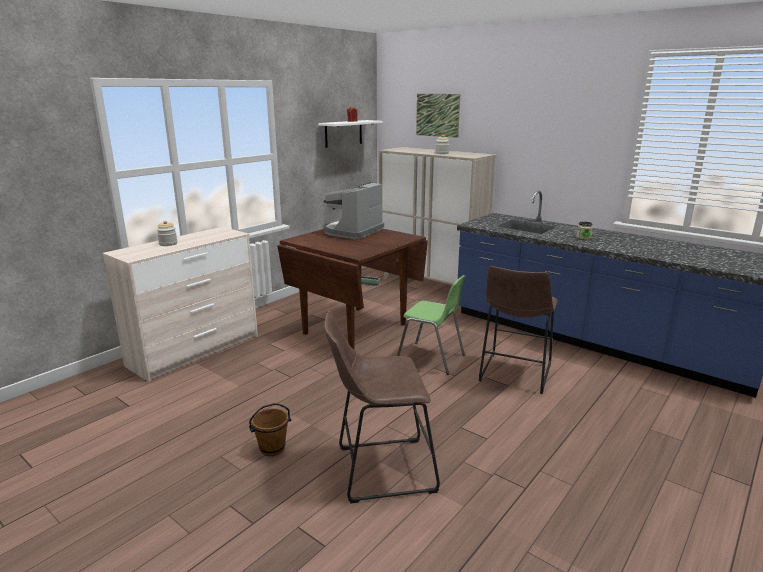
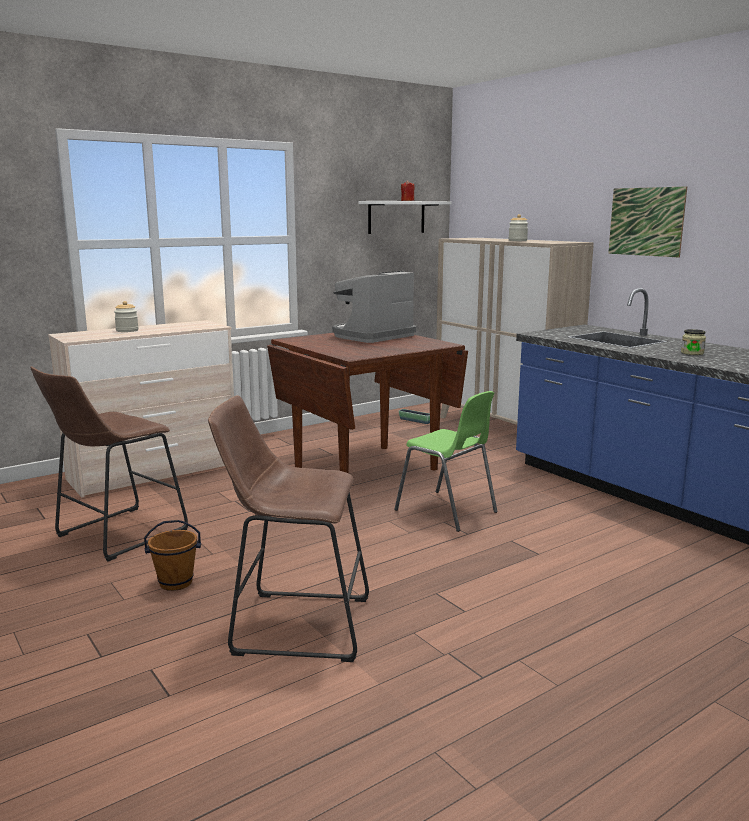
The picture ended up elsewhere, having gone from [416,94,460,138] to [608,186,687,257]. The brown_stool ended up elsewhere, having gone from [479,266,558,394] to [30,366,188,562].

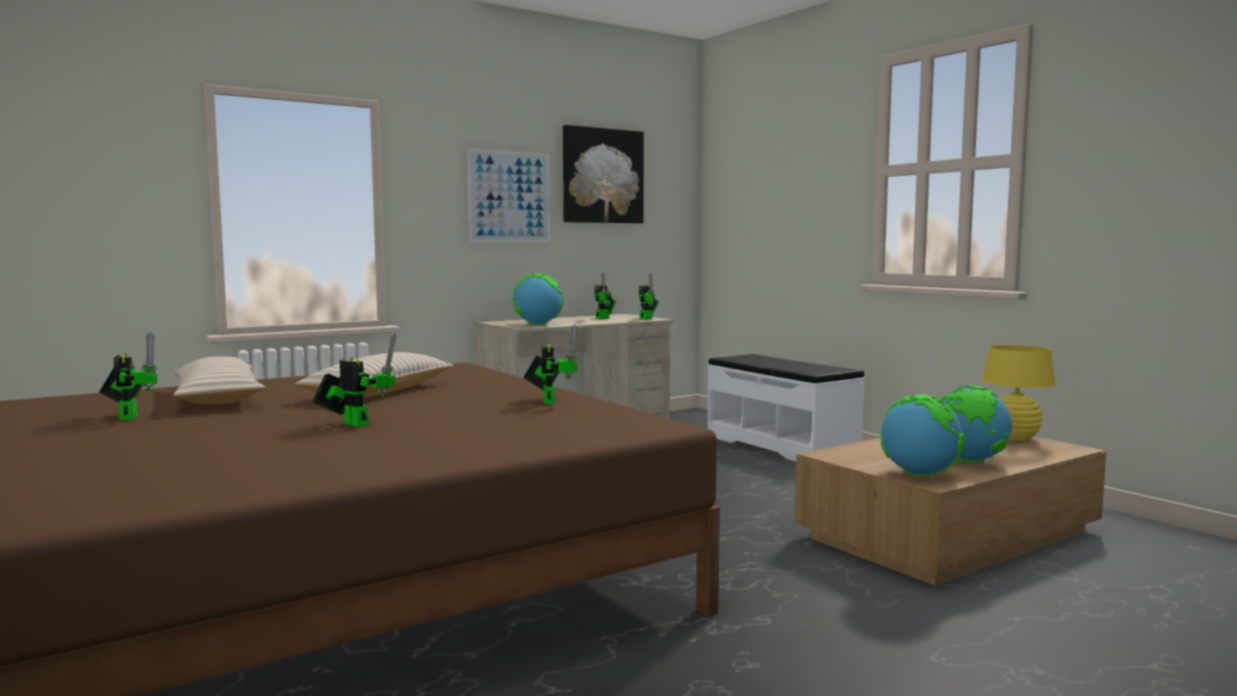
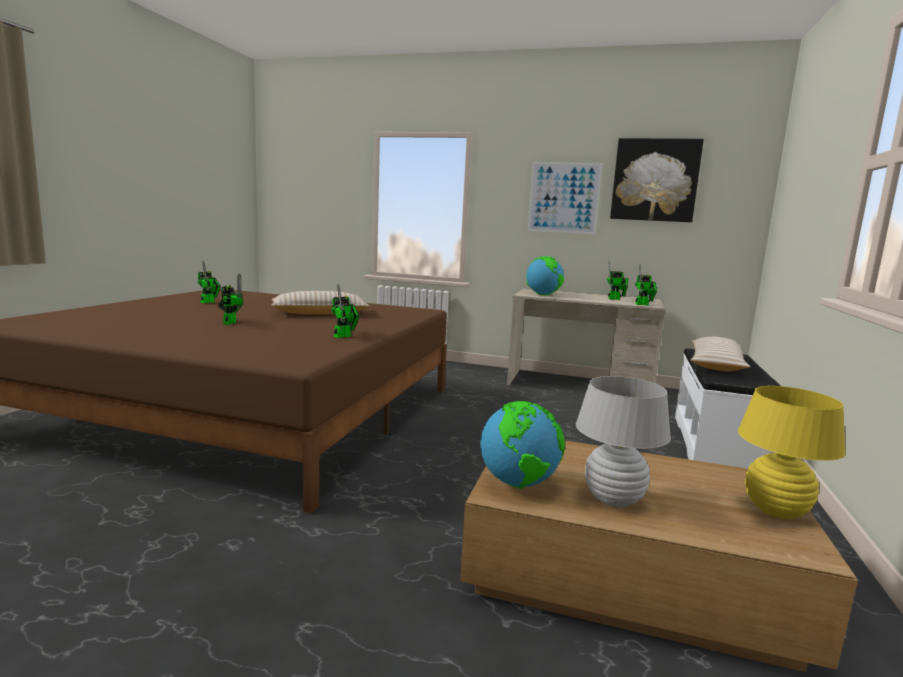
The beige_pillow ended up elsewhere, having gone from [173,357,265,404] to [691,337,750,371]. Where the globe stood at [942,386,1012,462], the white_table_lamp came to stand at [576,376,671,507].

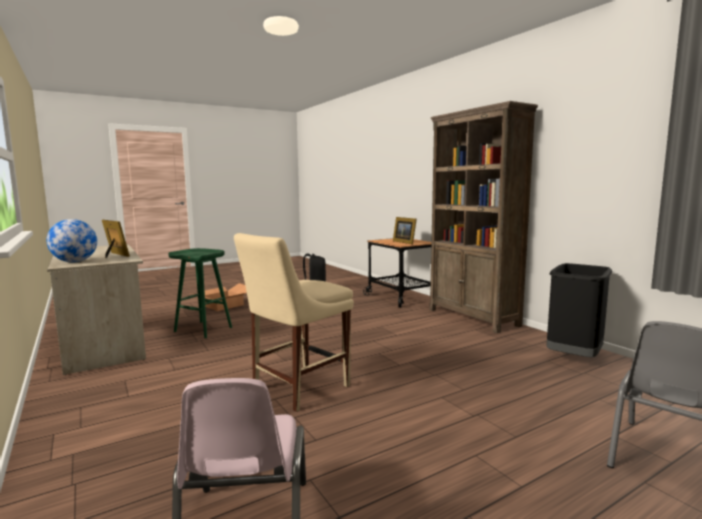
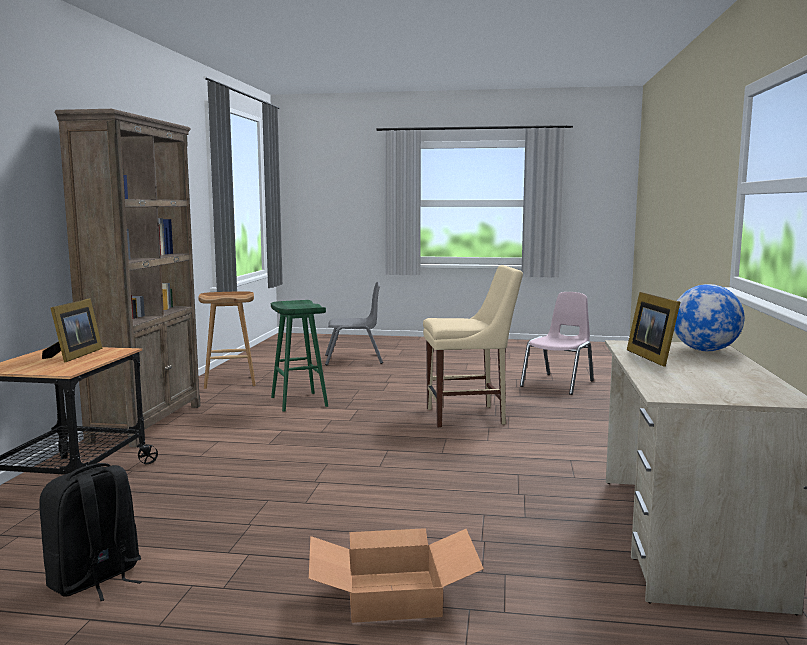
The green_stool ended up elsewhere, having gone from [168,248,232,338] to [271,300,328,412]. Where the black_trash_can stood at [546,263,612,357], the brown_stool came to stand at [198,291,256,389].

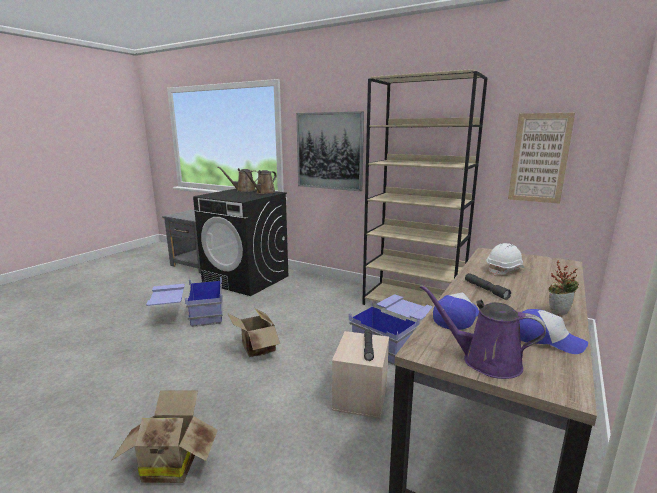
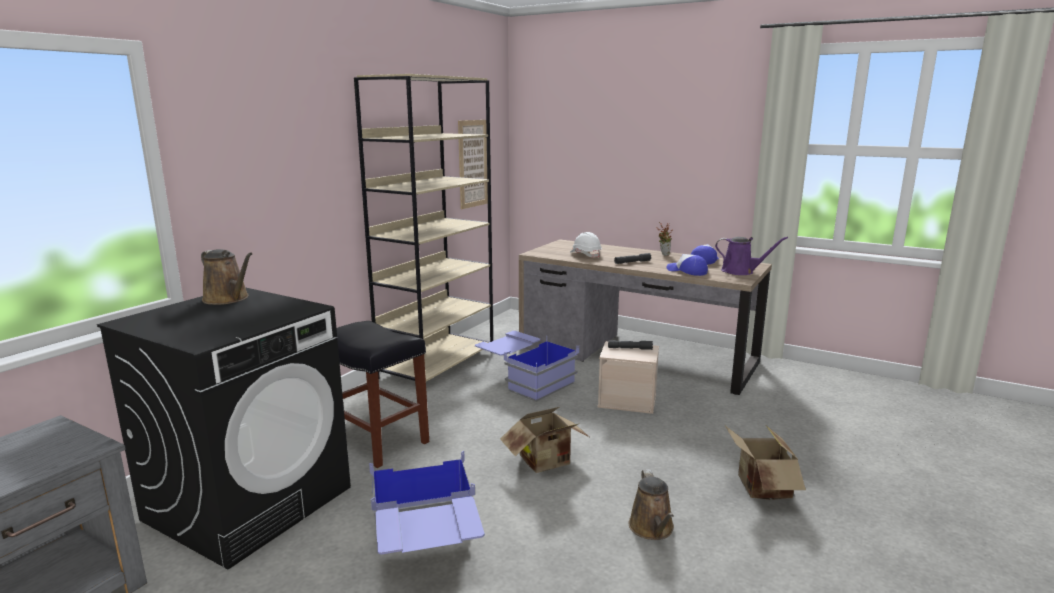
The second view lost the picture at [296,111,364,191]. The second view gained the black_stool at [336,321,429,468]. The brown_watering_can ended up elsewhere, having gone from [217,167,259,192] to [629,469,674,540]. The purple_watering_can at [420,285,546,379] ended up facing another way, 90 degrees counterclockwise from before.

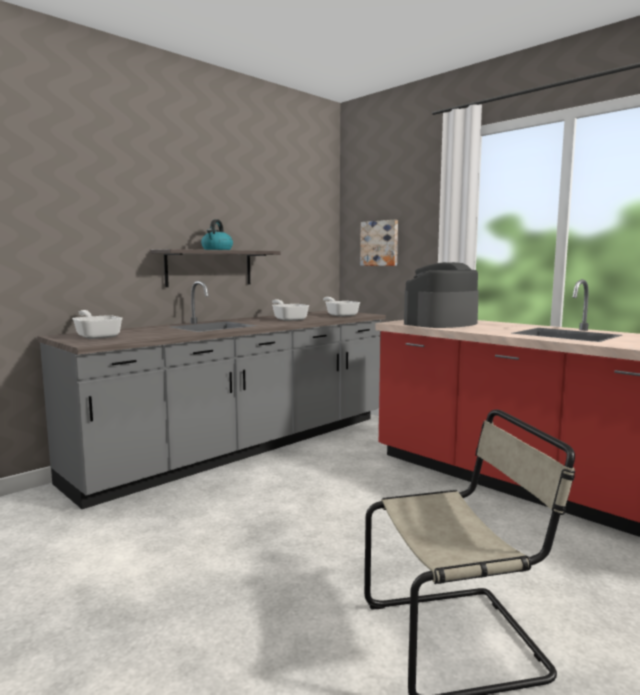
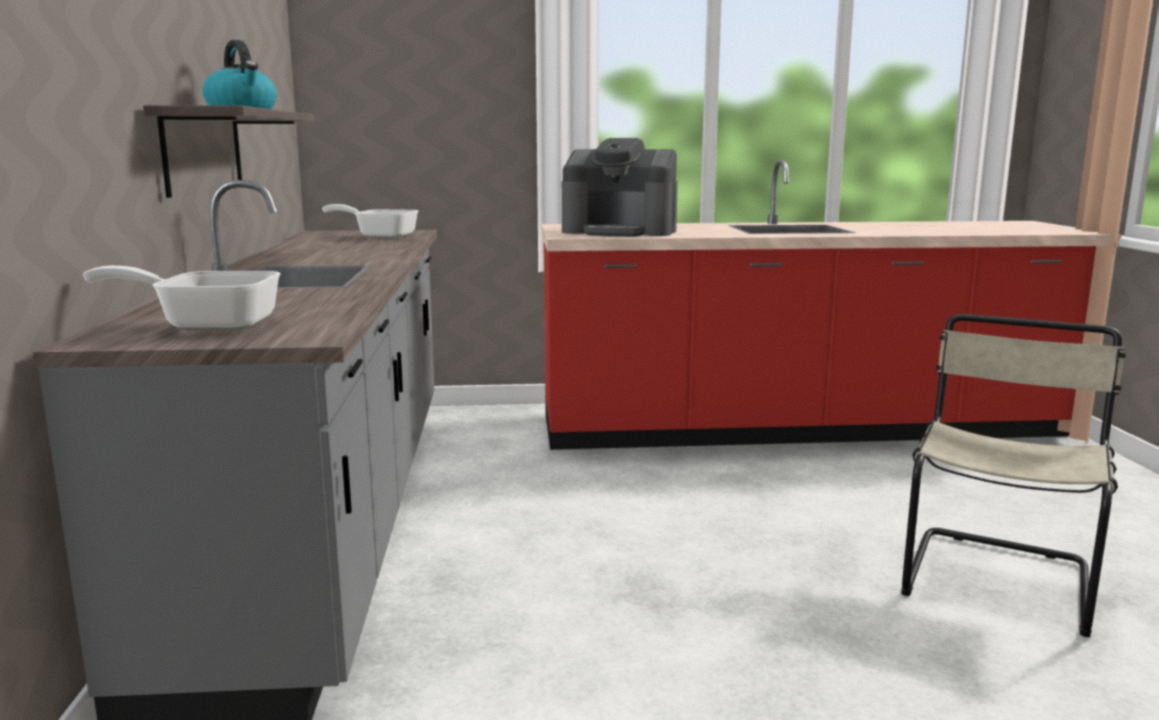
The second view lost the frying_pan at [272,299,309,321]. The second view lost the picture at [360,220,398,266]. The coffee_machine at [404,262,479,328] ended up facing another way, 75 degrees counterclockwise from before.

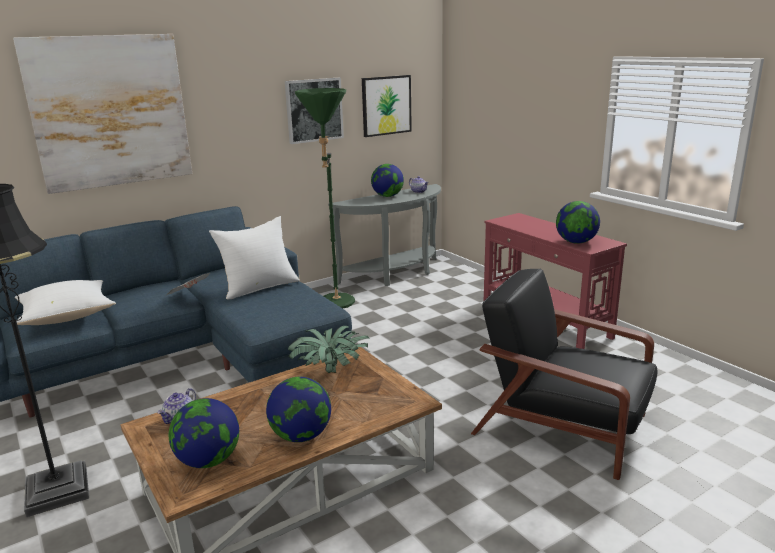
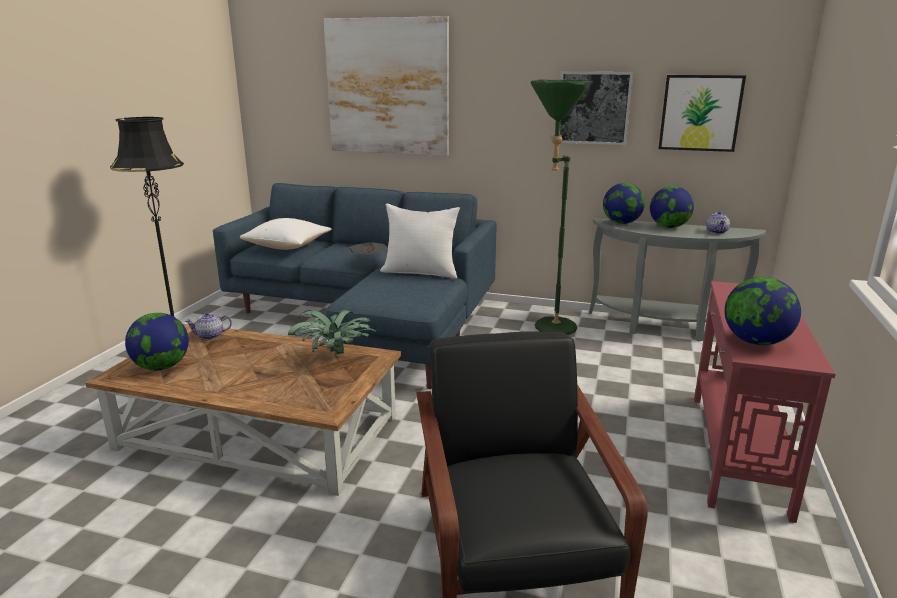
The globe ended up elsewhere, having gone from [266,377,331,442] to [603,183,645,224].

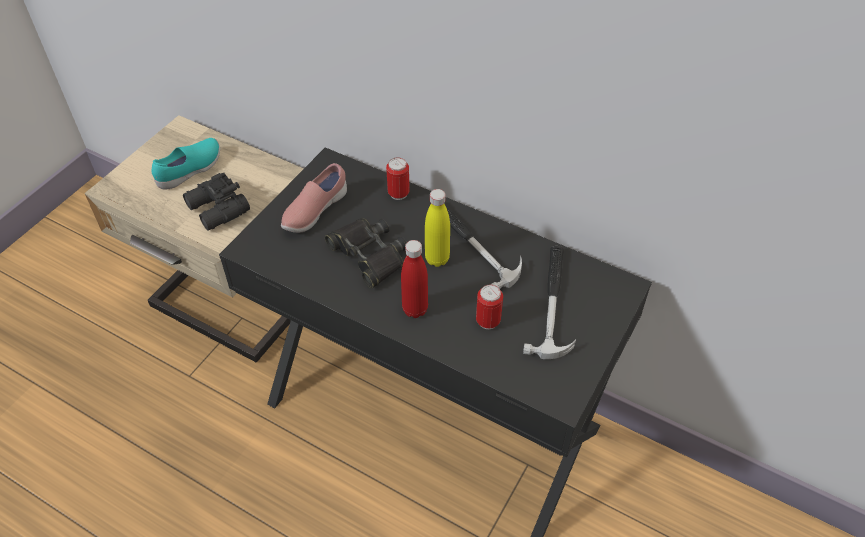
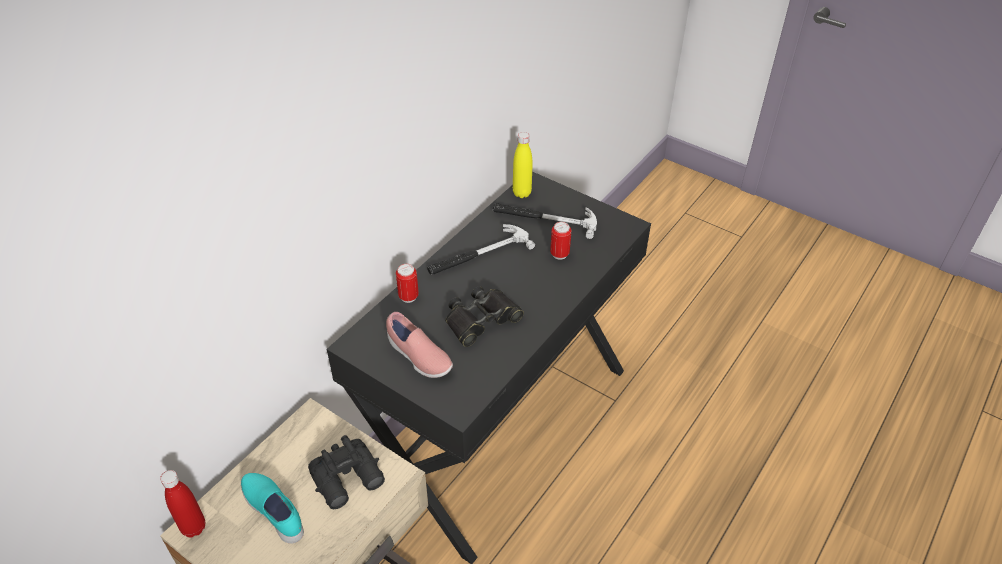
The red_bottle ended up elsewhere, having gone from [401,240,428,318] to [160,470,205,537]. The yellow_bottle ended up elsewhere, having gone from [425,189,450,267] to [513,132,533,198].

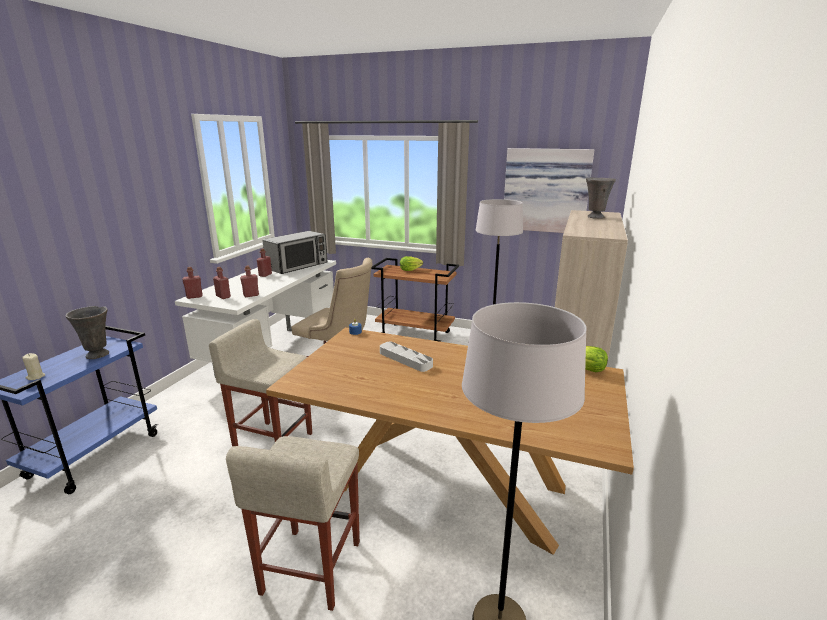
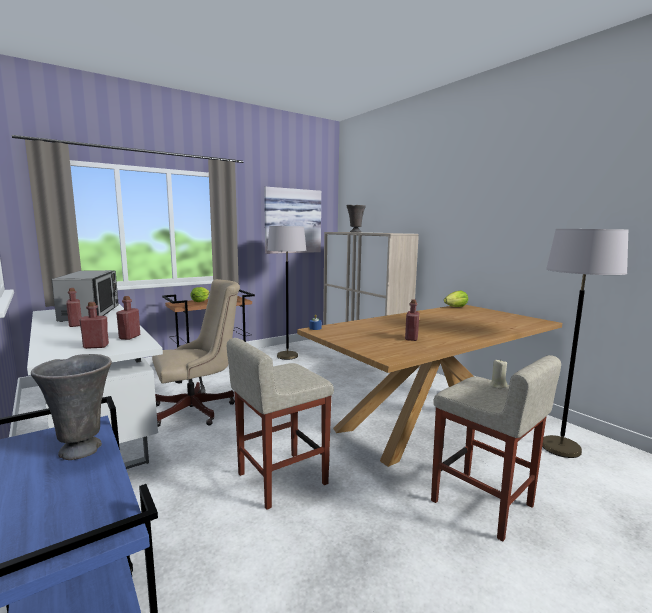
The second view lost the grey_tray at [380,342,433,372]. The beige_candle ended up elsewhere, having gone from [22,353,45,380] to [490,360,507,389]. The red_bottle ended up elsewhere, having gone from [182,267,203,299] to [405,299,419,341].

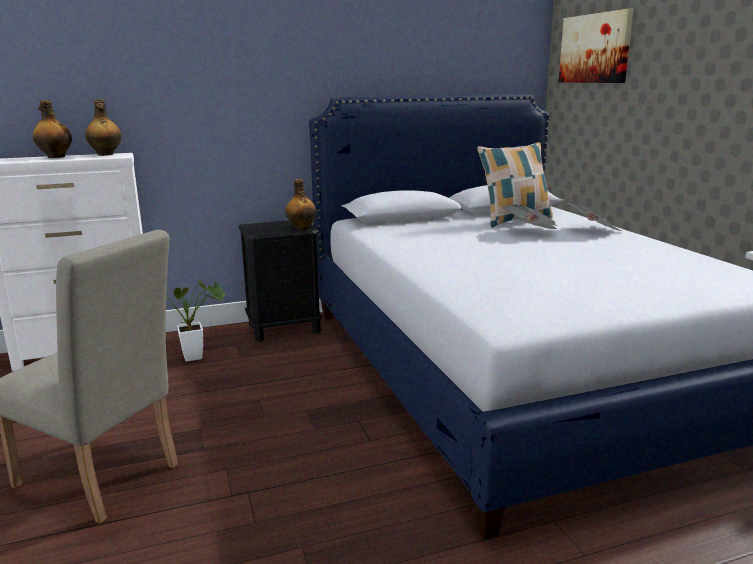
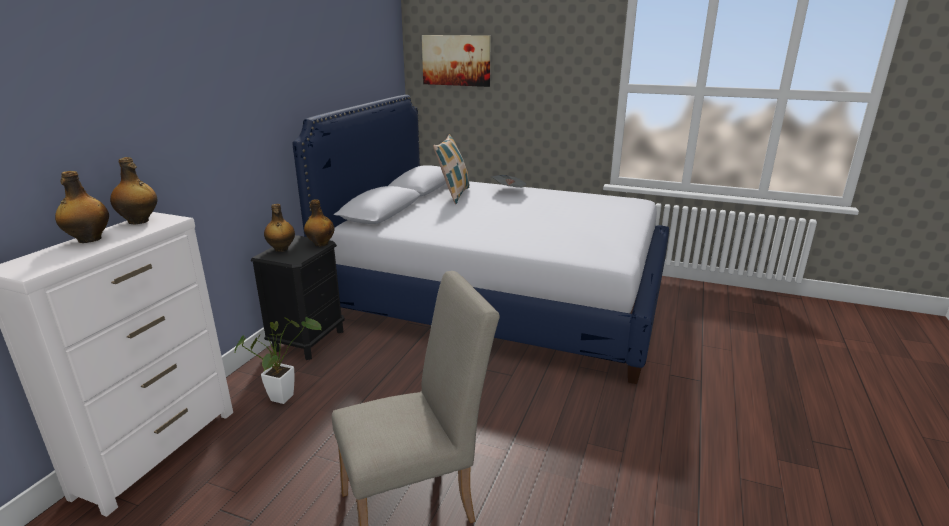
The second view lost the newspaper at [503,204,557,229]. The second view gained the bottle at [264,204,295,252].

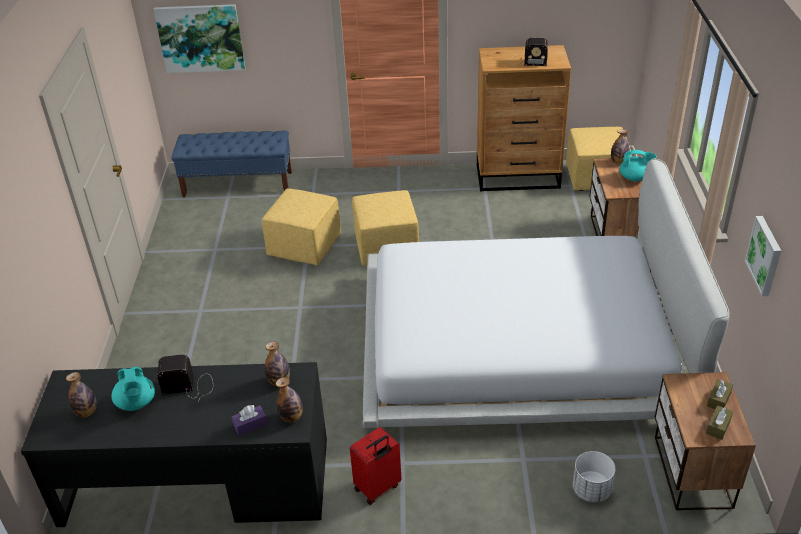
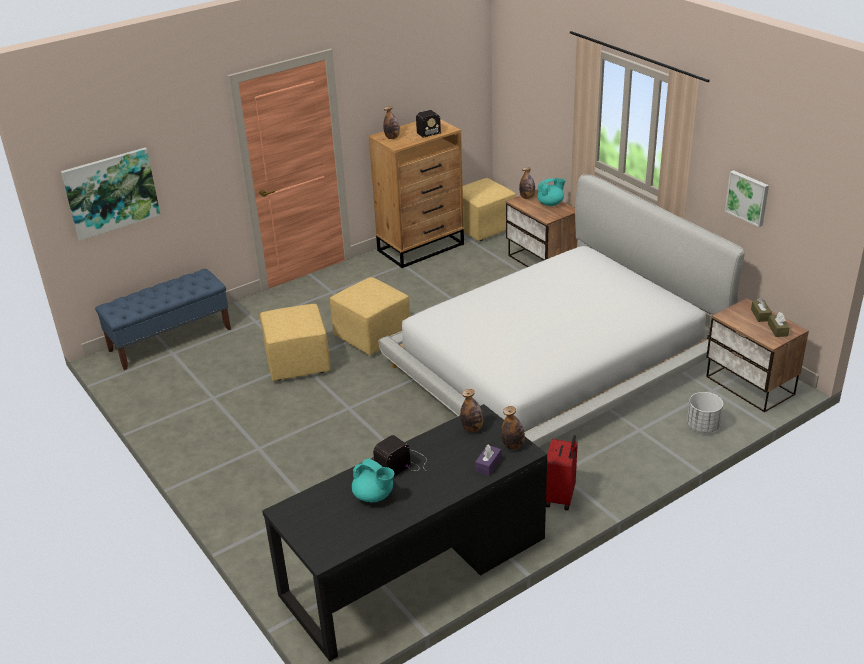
The bottle ended up elsewhere, having gone from [66,372,97,418] to [383,106,400,139].

